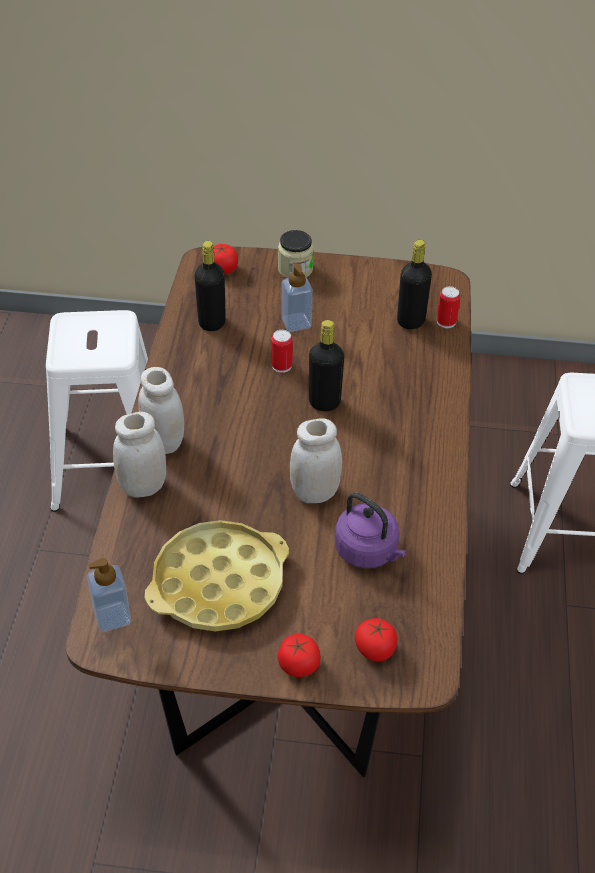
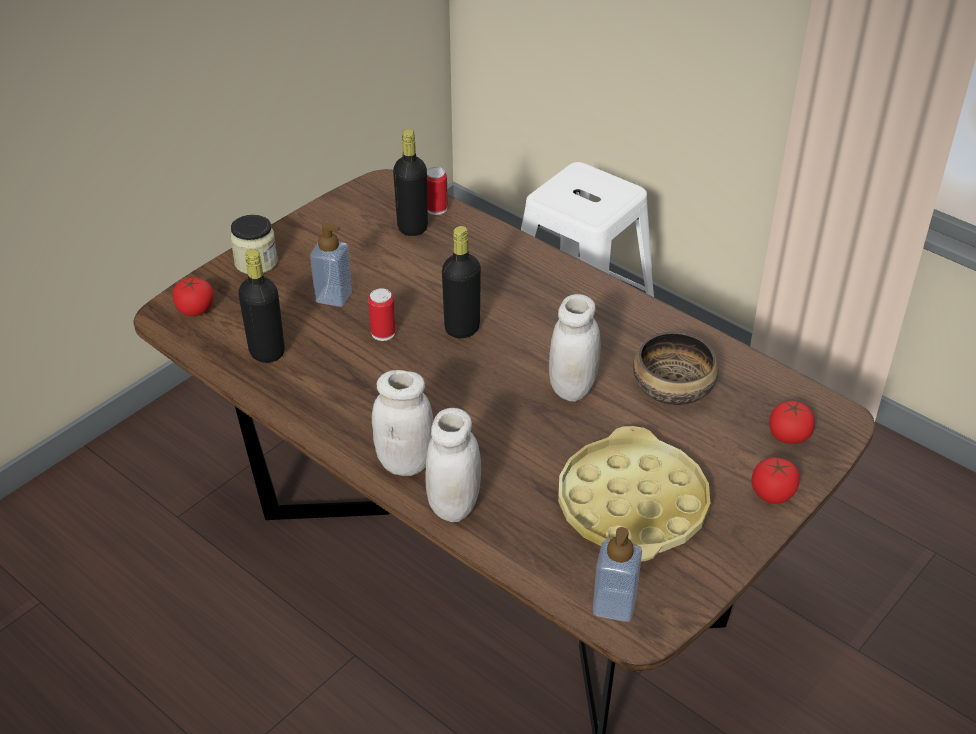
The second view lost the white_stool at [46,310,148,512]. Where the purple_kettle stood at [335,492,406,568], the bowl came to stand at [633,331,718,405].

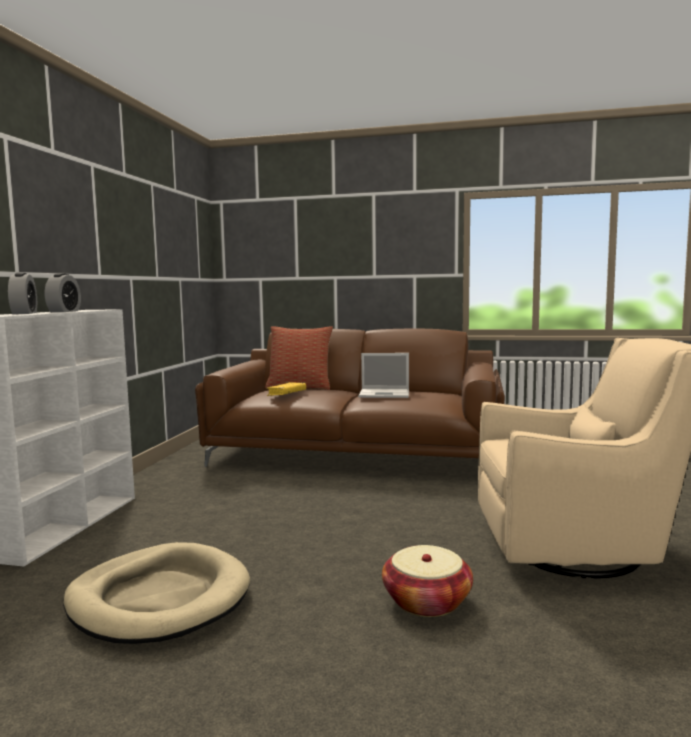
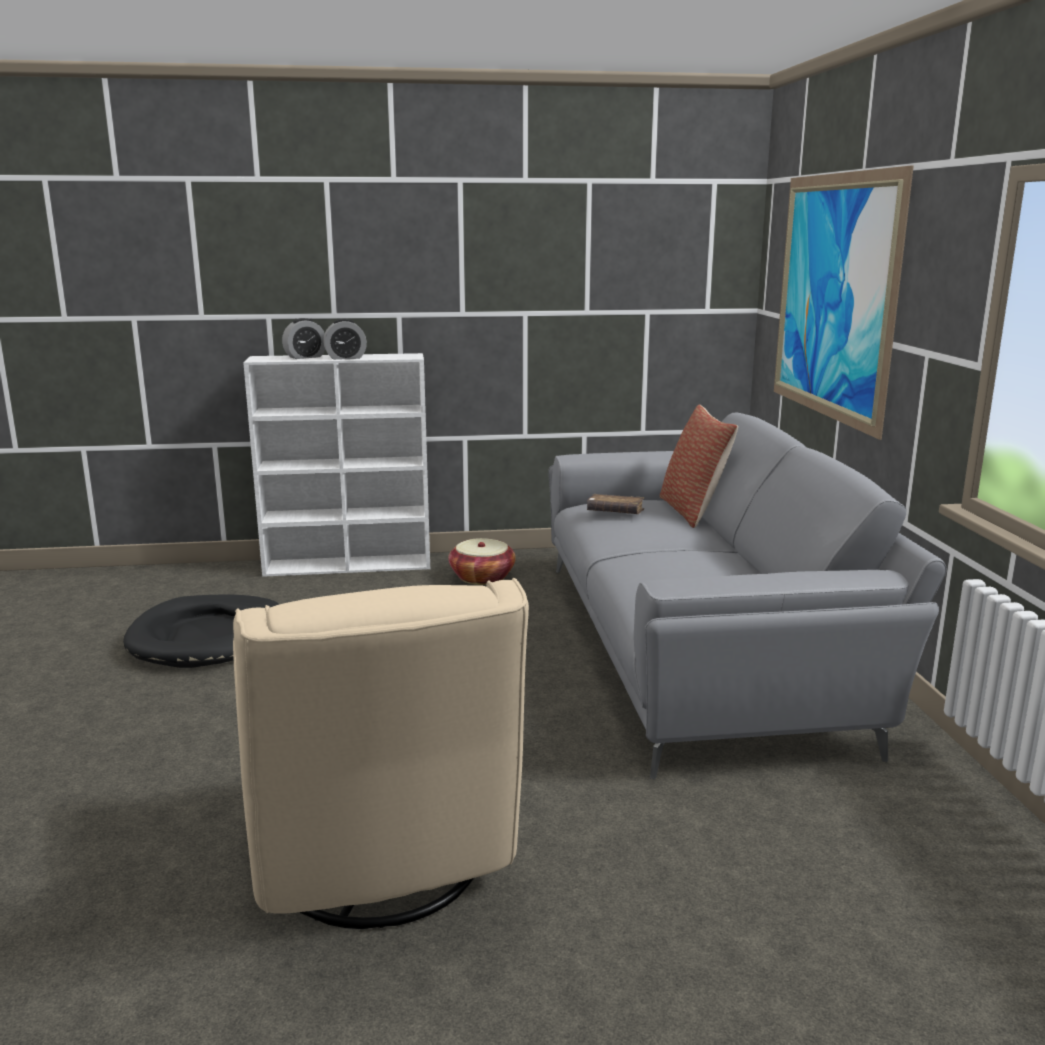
The second view lost the laptop at [358,353,409,398]. The second view gained the picture at [774,165,914,440]. The basket ended up elsewhere, having gone from [382,545,473,617] to [448,538,516,585]. What was the beige_dog_bed at [63,542,250,644] turned into the black_dog_bed at [123,594,279,668]. What was the brown_sofa at [195,329,505,467] turned into the grey_sofa at [548,413,947,779]. What was the yellow_book at [267,382,306,396] turned into the brown_book at [587,494,645,514].

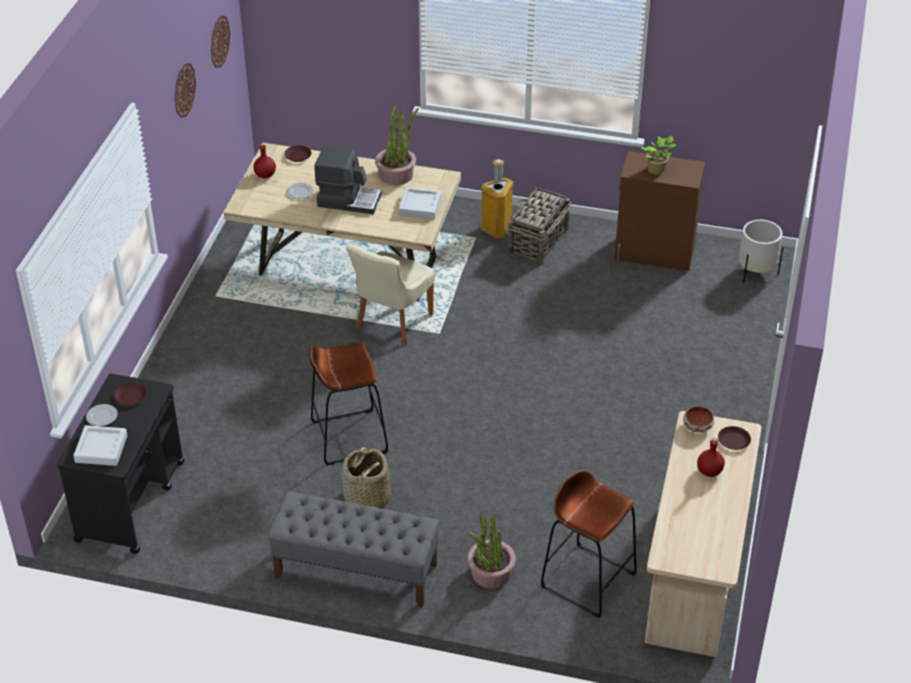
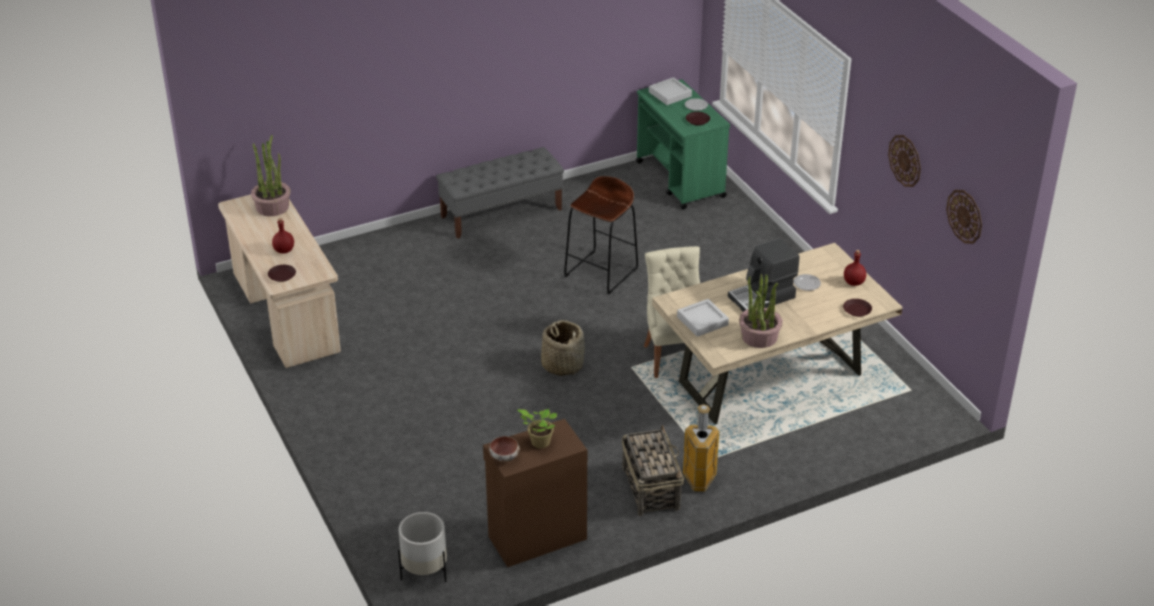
The second view lost the brown_stool at [541,470,637,618]. The basket ended up elsewhere, having gone from [341,447,391,509] to [541,320,585,376]. The potted_plant ended up elsewhere, having gone from [468,511,516,588] to [251,135,291,216]. The bowl ended up elsewhere, having gone from [683,406,714,433] to [489,436,520,462]. What was the black_cart at [57,373,184,554] turned into the green_cart at [636,79,730,209].

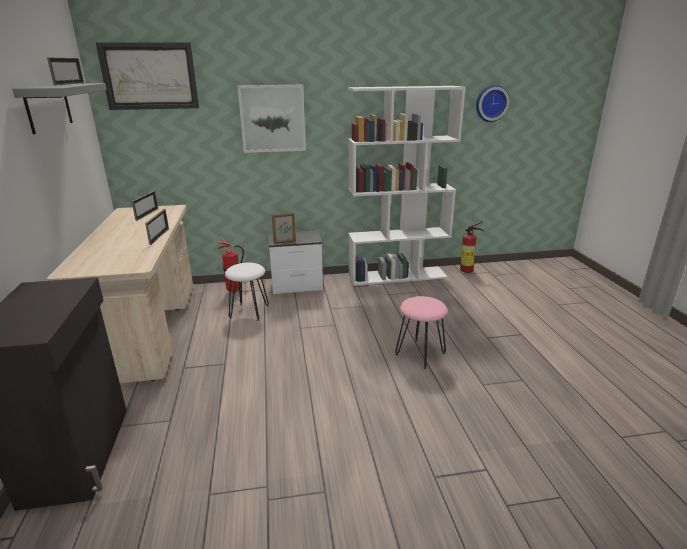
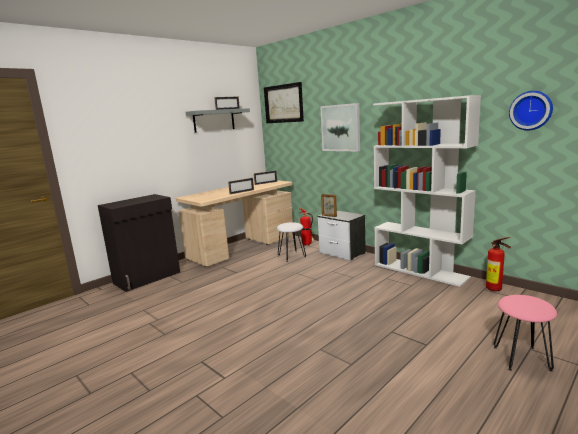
The pink_stool ended up elsewhere, having gone from [395,296,448,369] to [493,295,557,372].

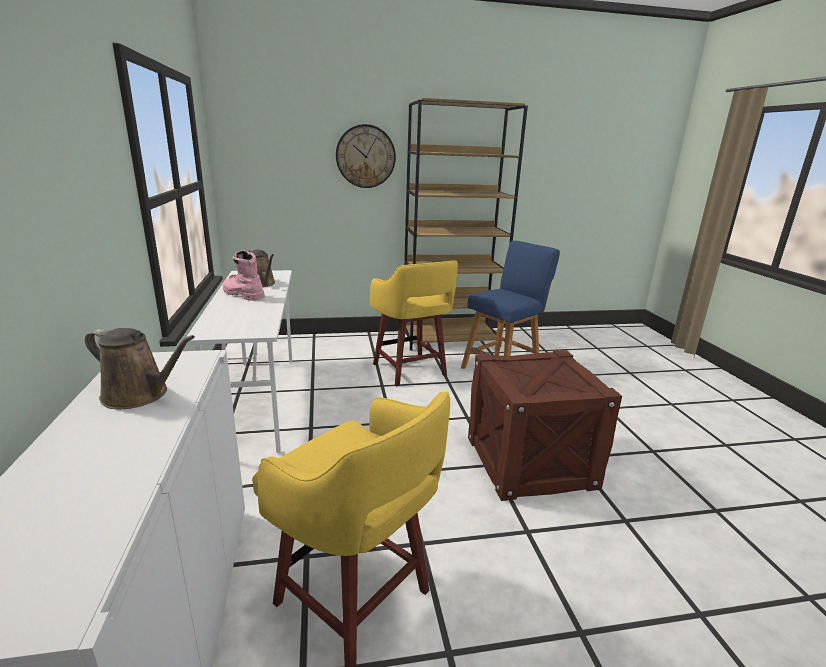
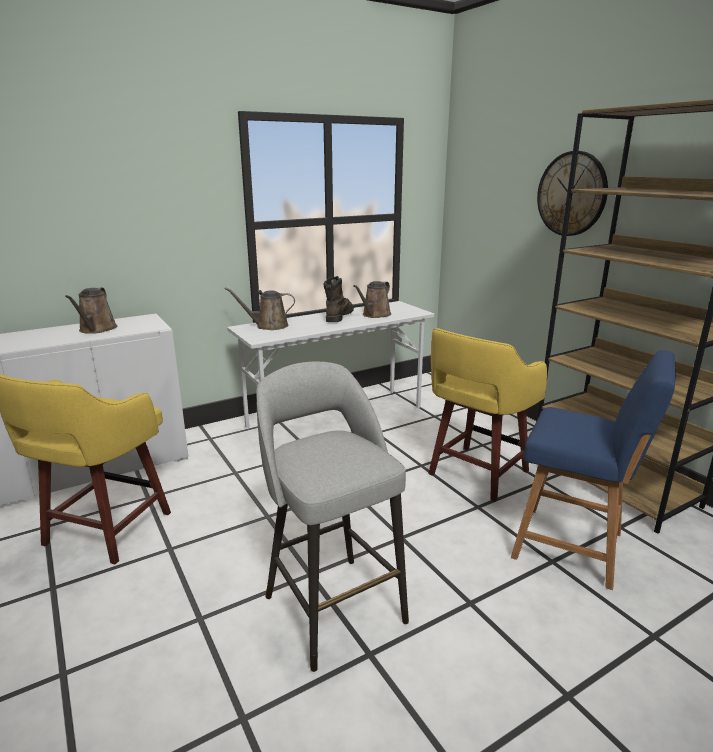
The second view gained the brown_watering_can at [225,287,295,330]. Where the crate stood at [468,350,622,501], the grey_stool came to stand at [256,362,409,672]. What was the pink_boot at [223,250,265,301] turned into the brown_boot at [323,276,354,322].

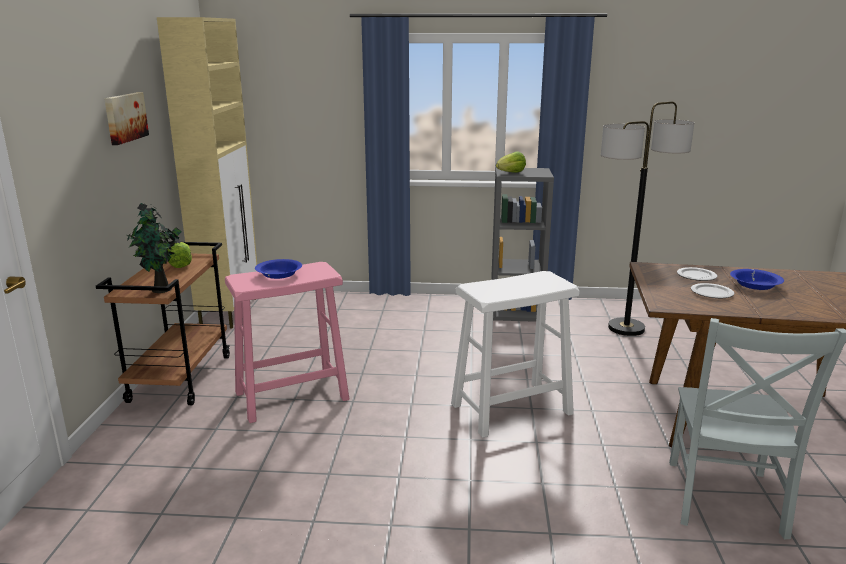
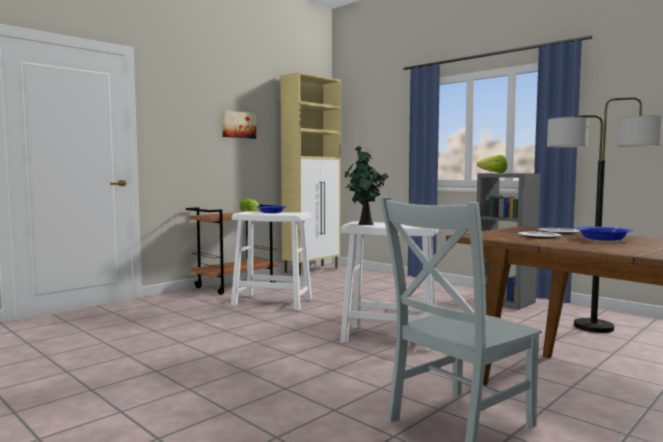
The potted_plant ended up elsewhere, having gone from [126,203,182,293] to [344,146,389,225]. What was the pink_stool at [225,262,349,423] turned into the white_stool at [231,211,312,311].

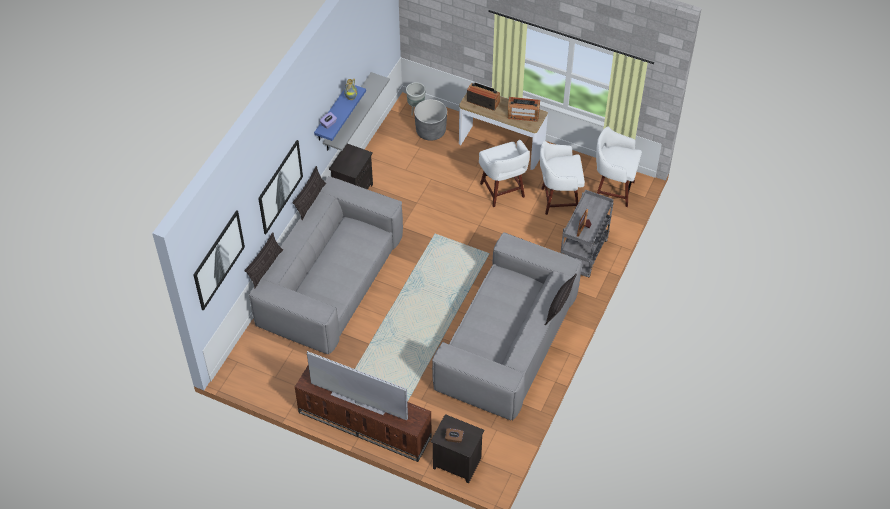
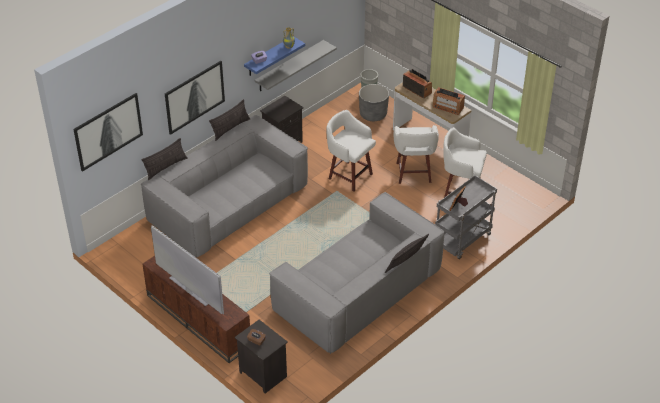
The white_stool ended up elsewhere, having gone from [596,126,642,207] to [326,110,376,192].

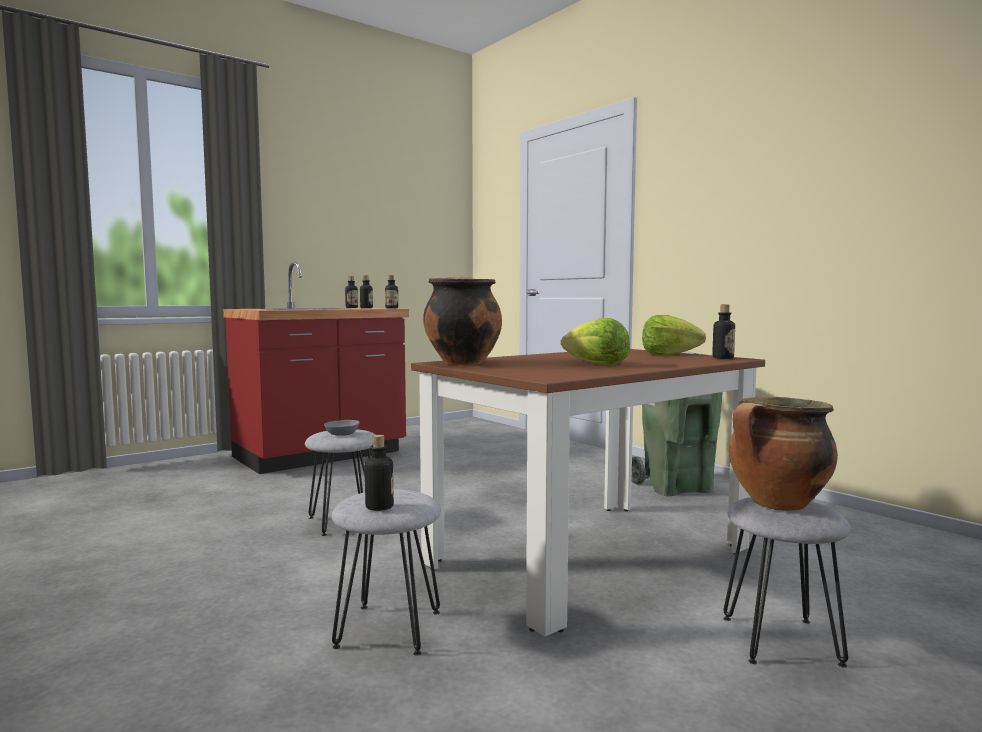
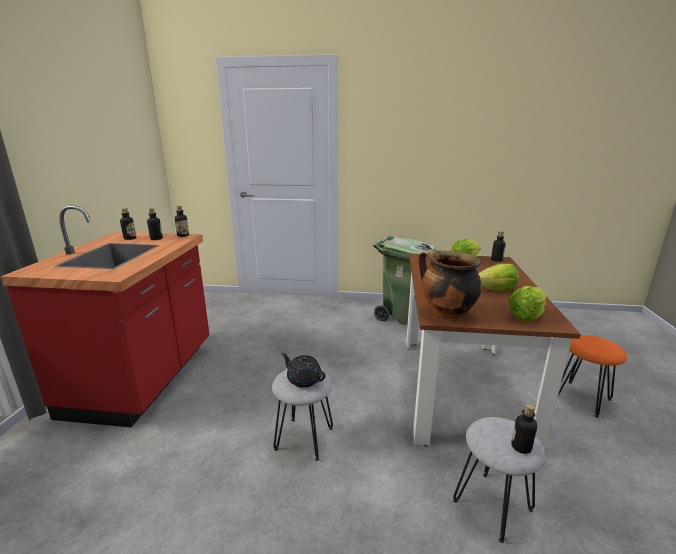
The second view lost the cooking_pot at [728,397,838,511]. The second view gained the lettuce at [508,286,547,321]. Where the grey_bowl stood at [324,420,360,436], the black_teapot came to stand at [281,353,326,388]. What was the grey_stool at [723,497,851,668] turned into the orange_stool at [558,335,627,418].

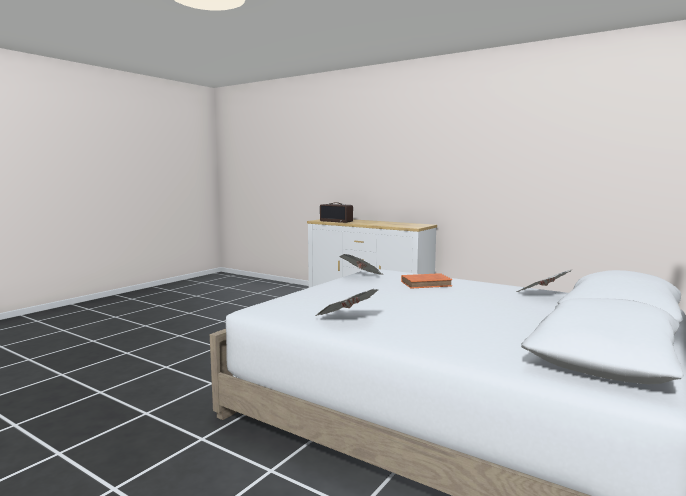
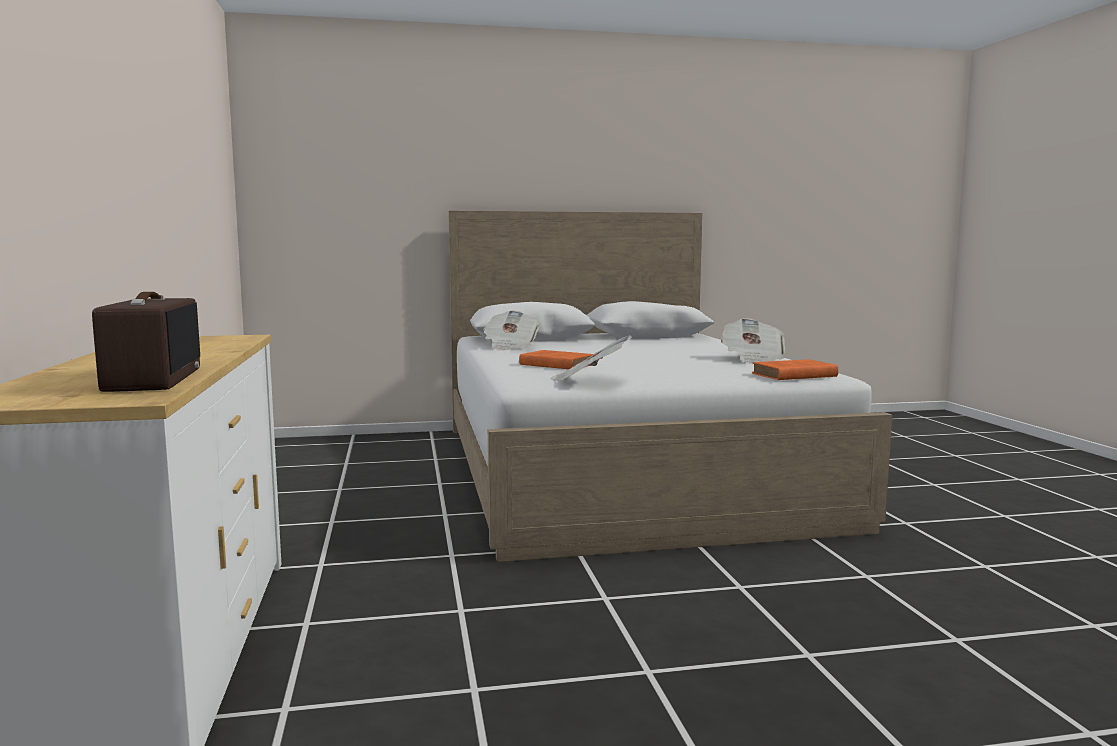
The second view gained the orange_book at [752,359,838,380].

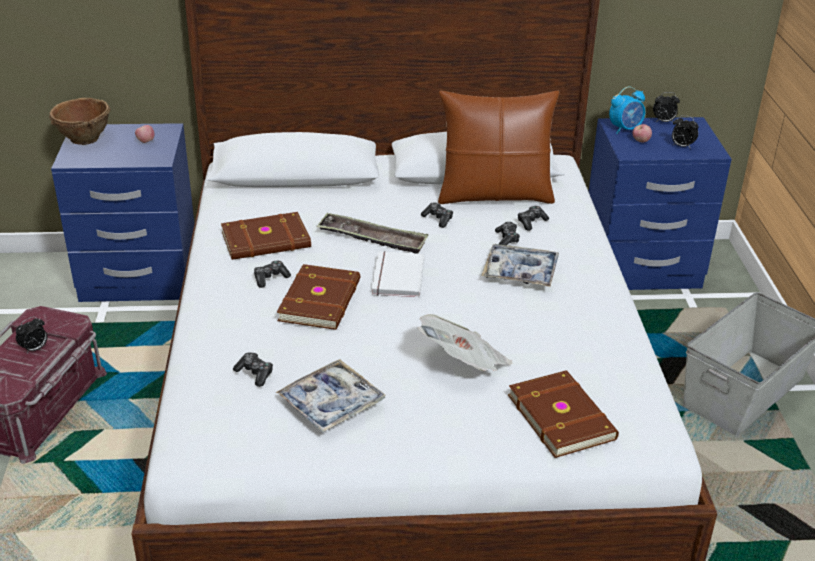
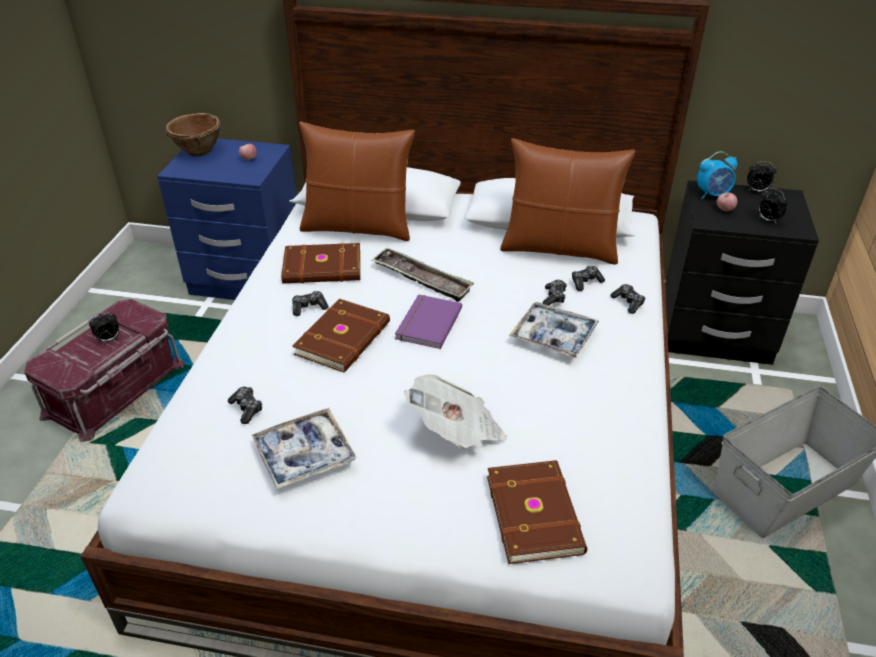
The second view gained the brown_pillow at [299,122,415,241]. The game_controller ended up elsewhere, having gone from [421,202,453,228] to [610,284,645,314]. What was the white_book at [371,251,425,297] turned into the purple_book at [395,294,462,349]. What was the blue_nightstand at [589,117,732,290] turned into the black_nightstand at [665,180,819,365].

